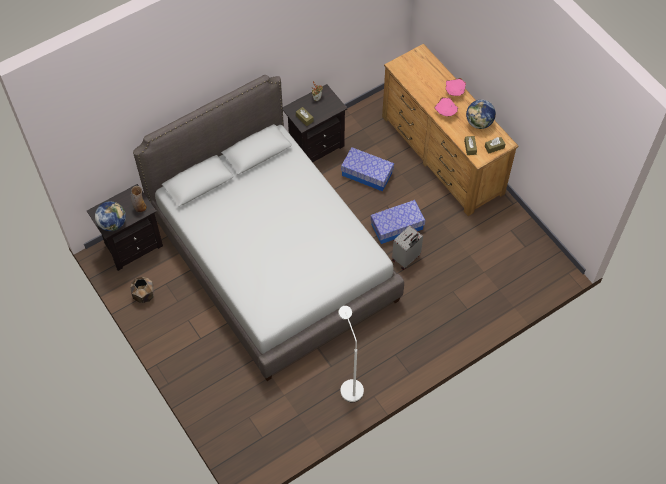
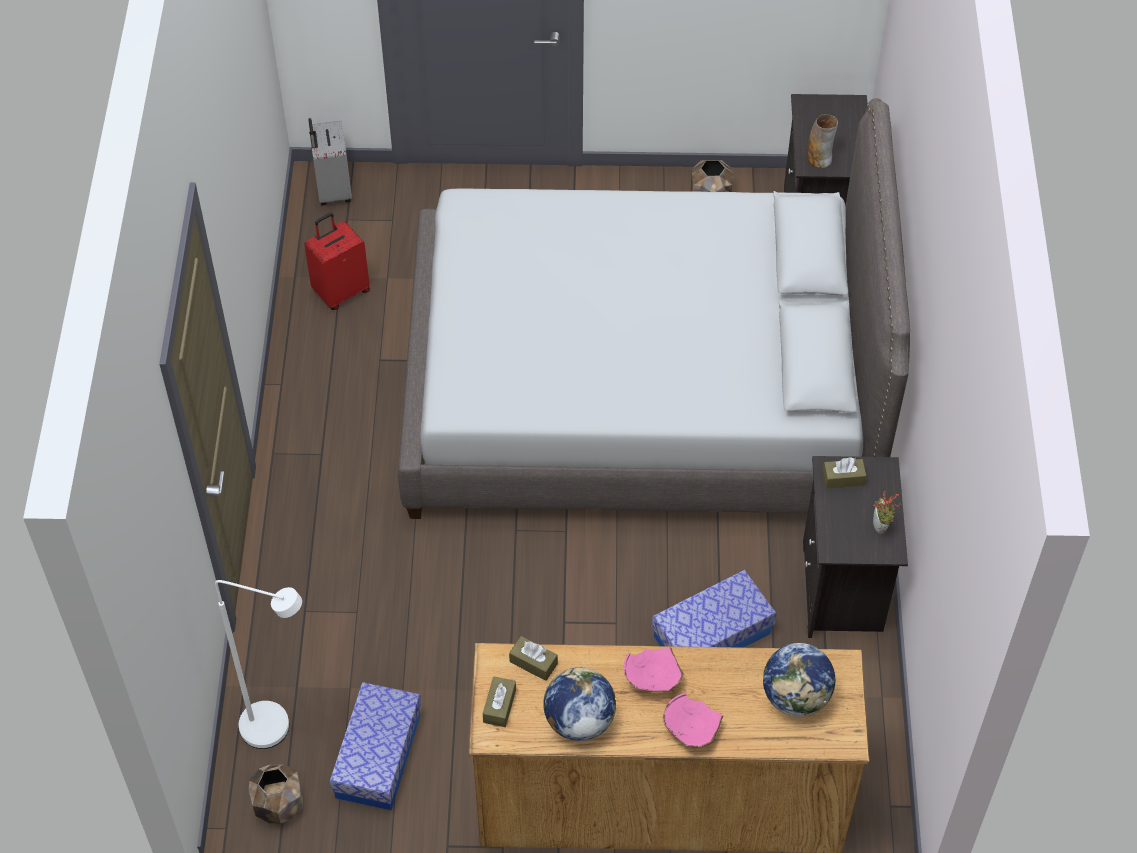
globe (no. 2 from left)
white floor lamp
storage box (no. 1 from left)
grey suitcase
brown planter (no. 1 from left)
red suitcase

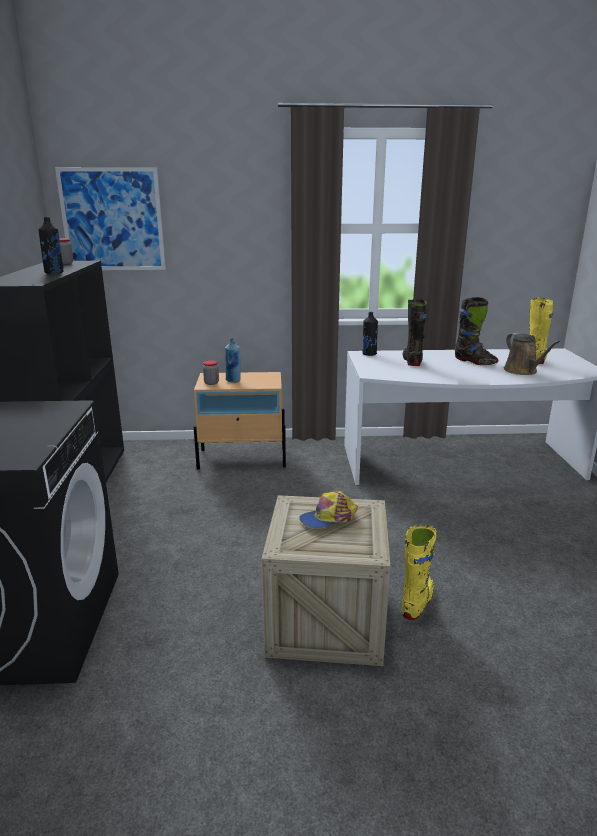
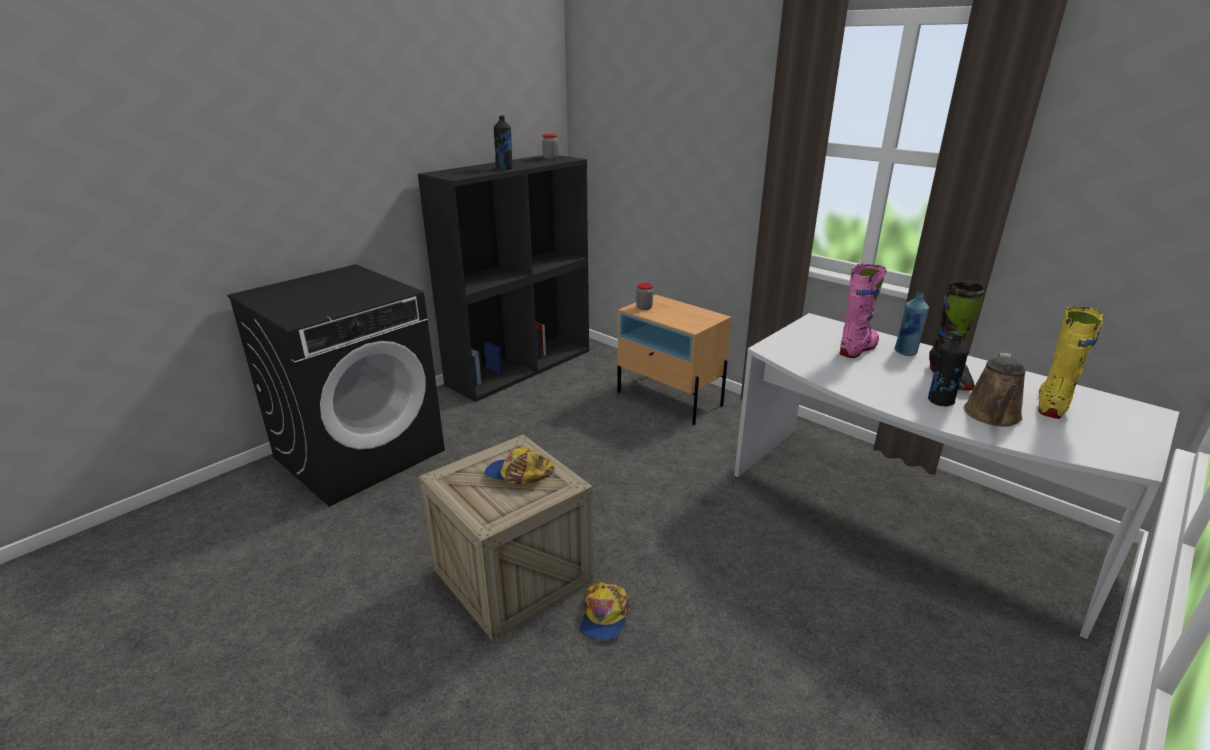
picture
blue bottle
black bottle (no. 2 from left)
cap (no. 2 from left)
pink boot

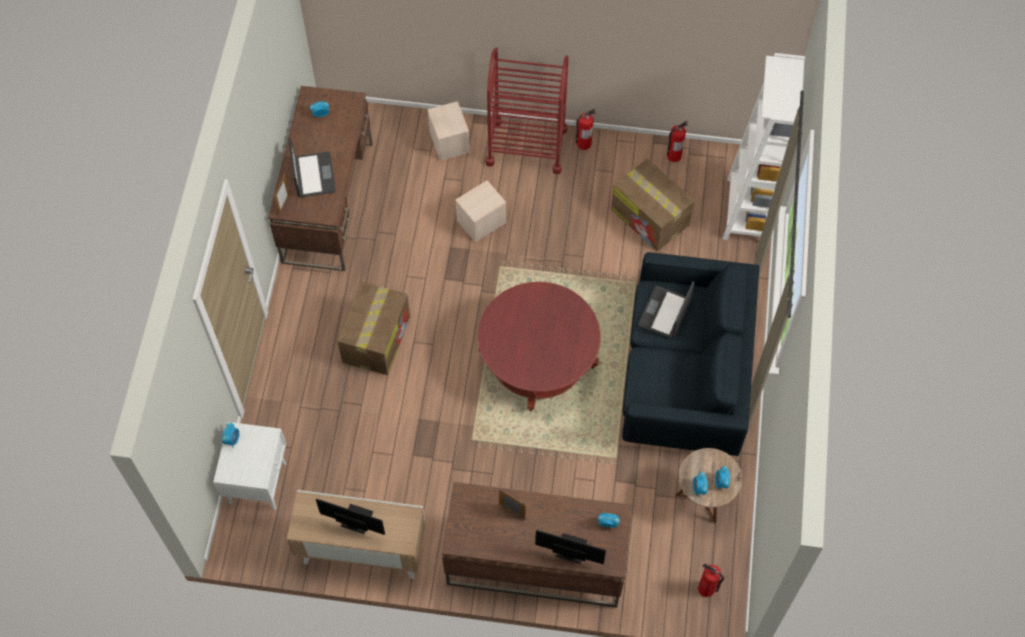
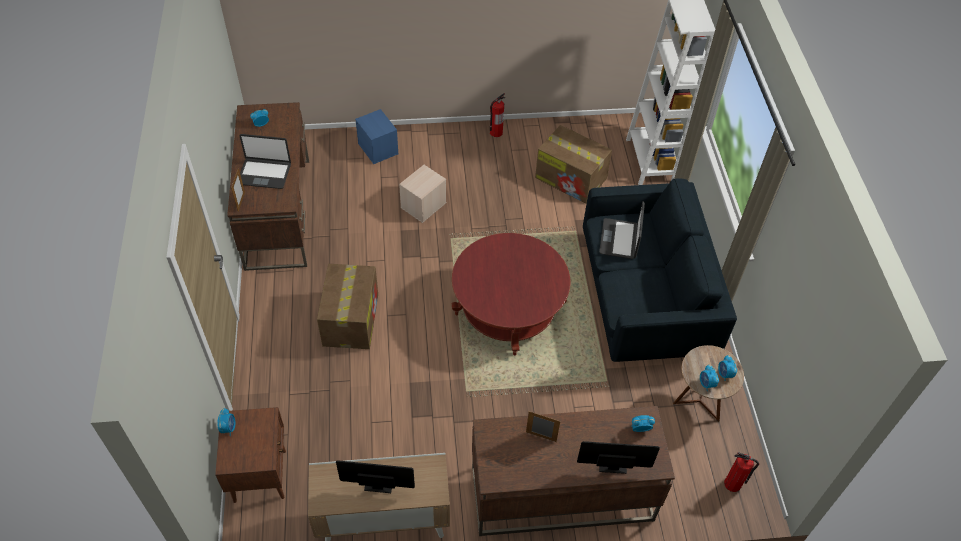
brown nightstand
laptop (no. 1 from left)
blue storage box
red cart
fire extinguisher (no. 2 from left in the first image)

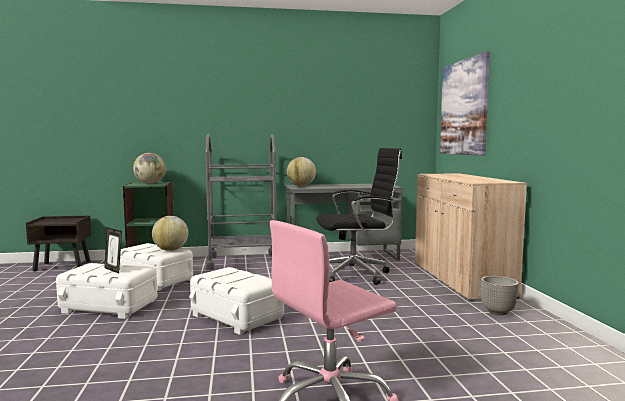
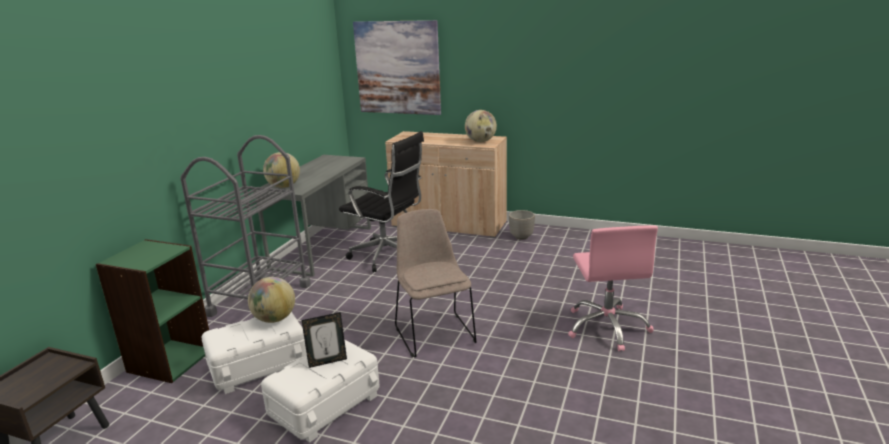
globe (no. 3 from left)
beige chair
black office chair

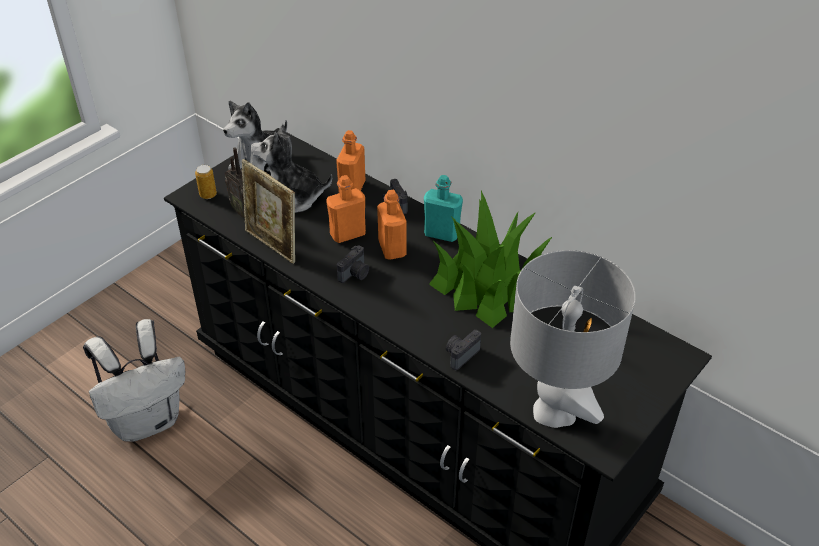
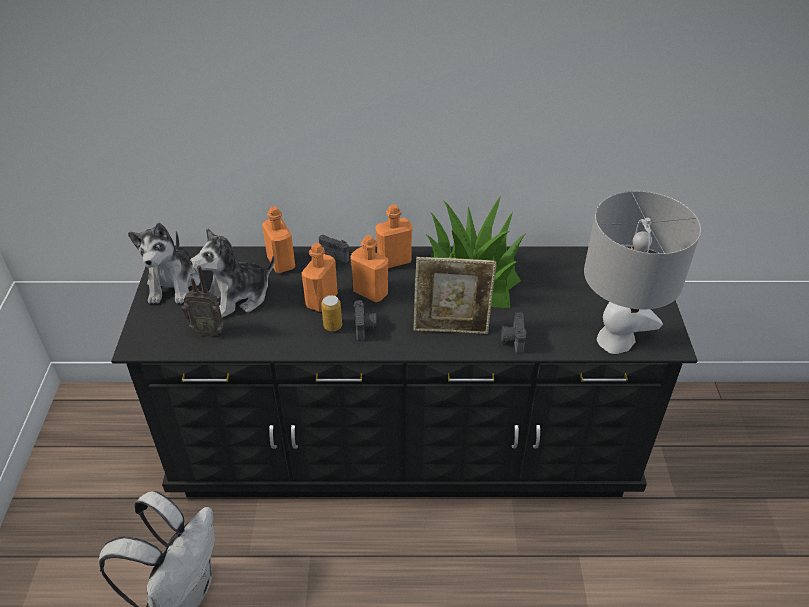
can
picture frame
orange bottle (no. 4 from left)

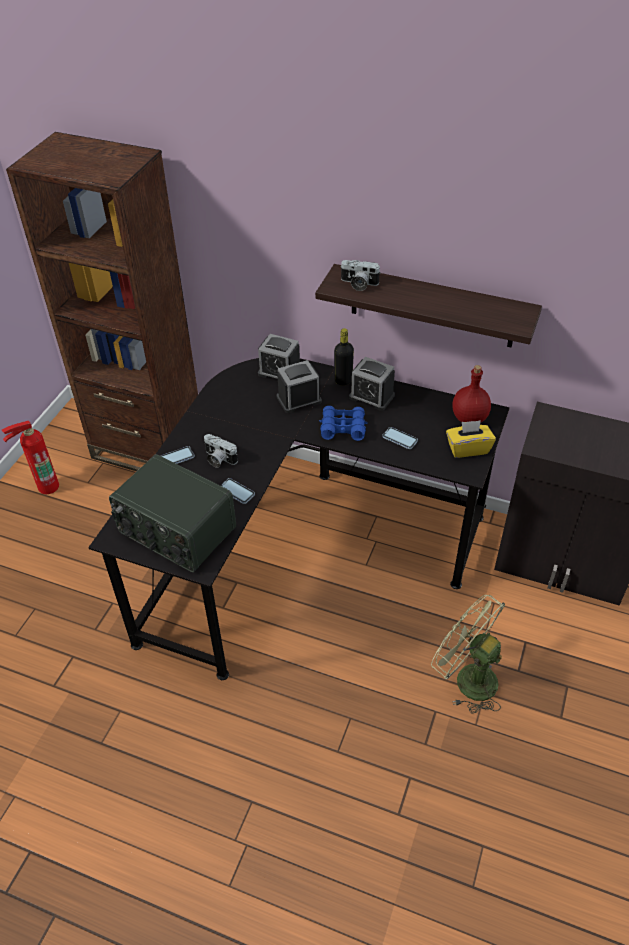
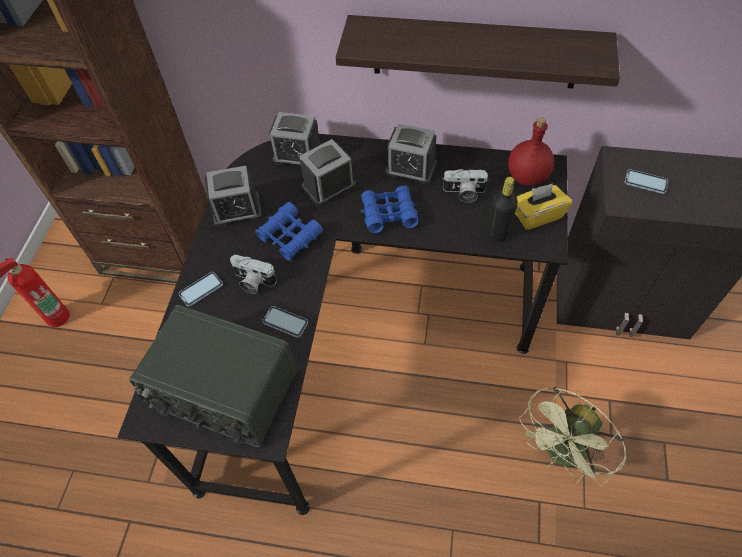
black bottle
photo camera (no. 2 from left)
phone (no. 3 from left)
green fan
alarm clock (no. 1 from left)
blue binoculars (no. 1 from left)

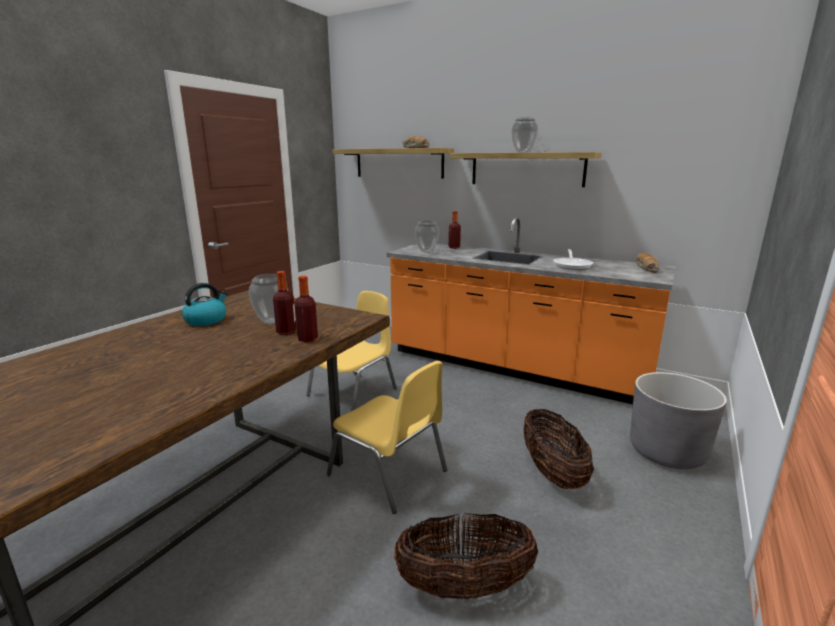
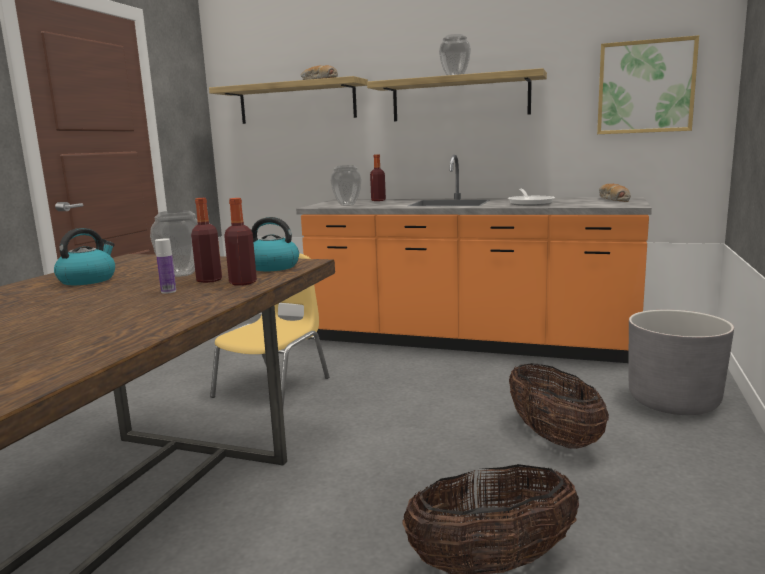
yellow chair (no. 2 from left in the first image)
bottle (no. 1 from left)
kettle (no. 2 from left)
picture

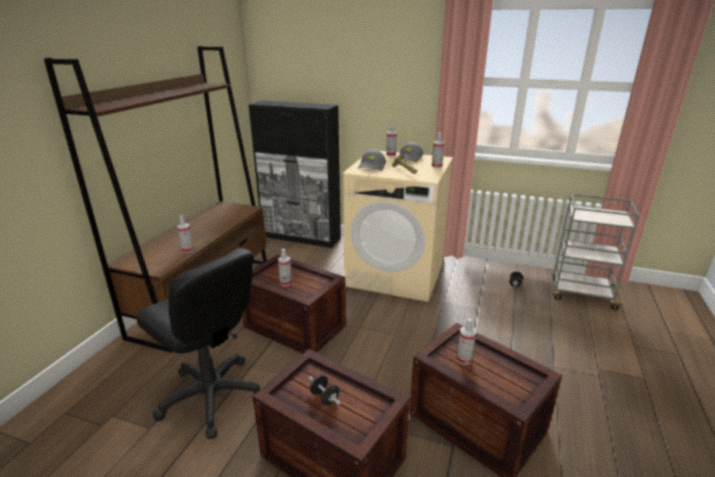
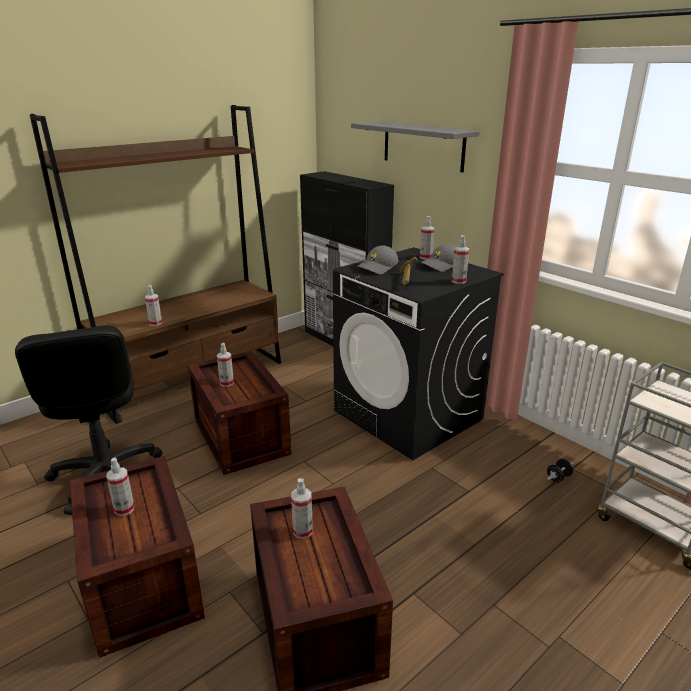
spray bottle (no. 1 from left)
black washing machine
grey shelf

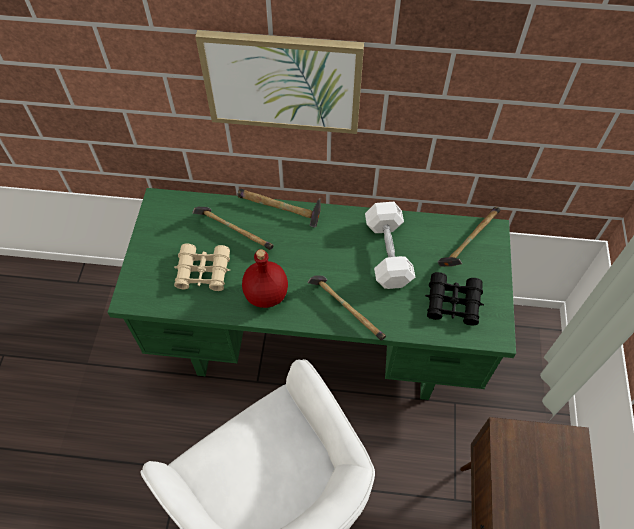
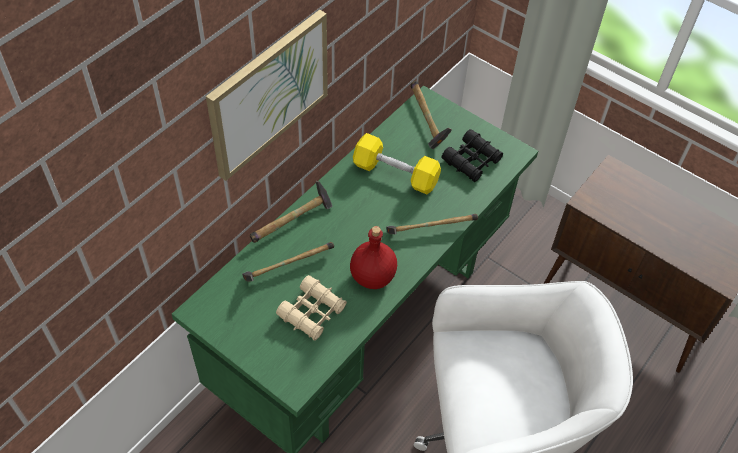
yellow dumbbell

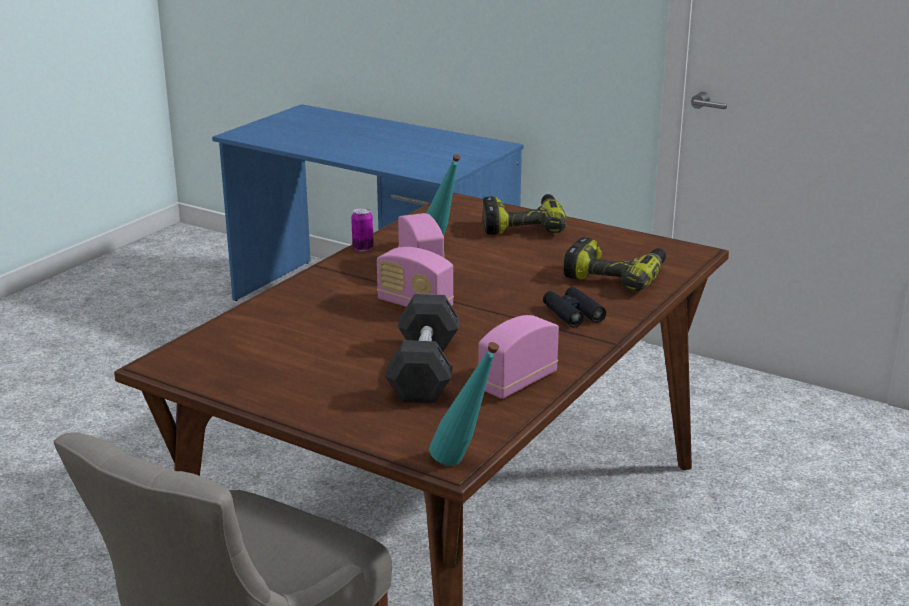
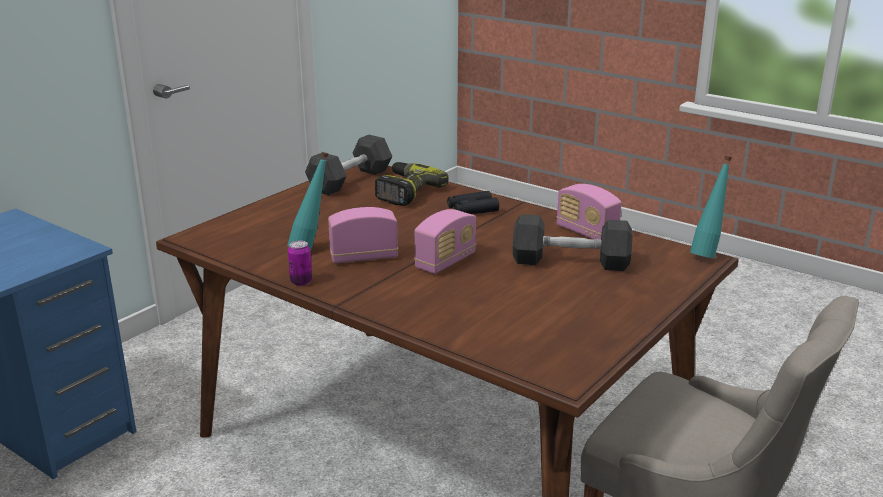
power drill (no. 1 from left in the first image)
grey dumbbell (no. 1 from left)

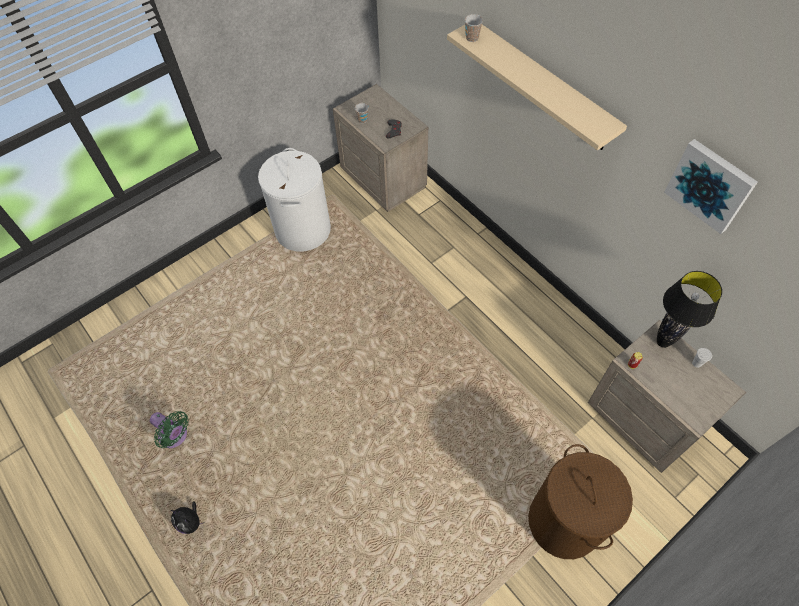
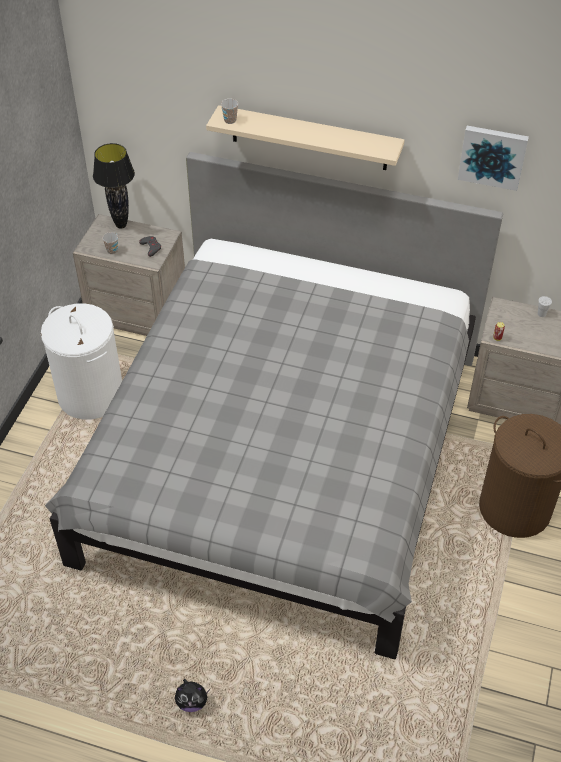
green fan
black table lamp
grey bed

